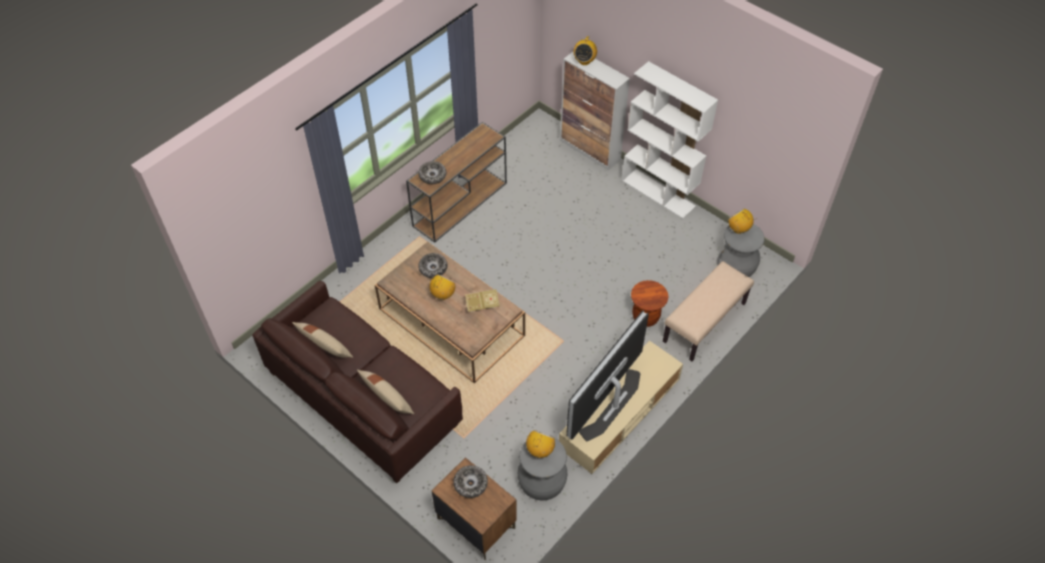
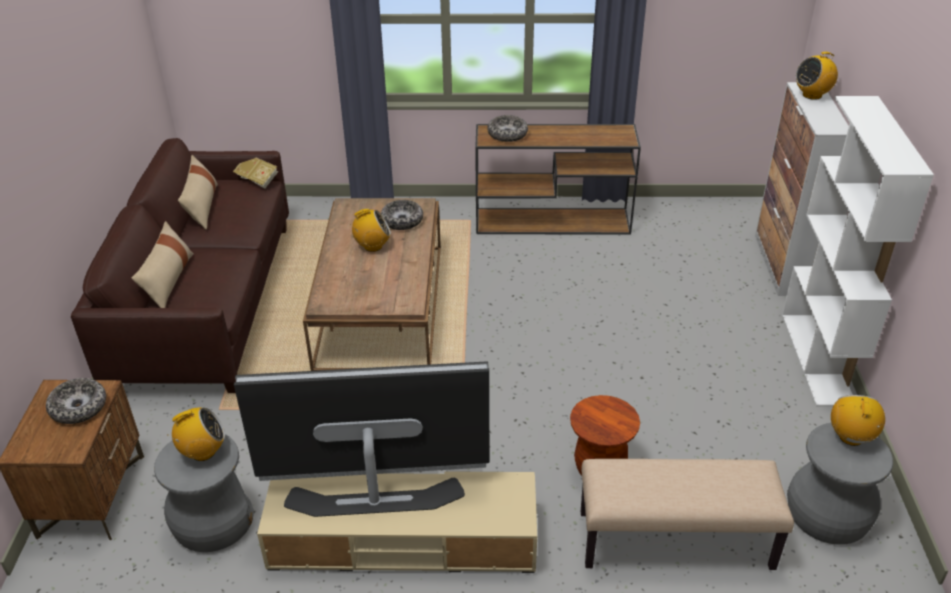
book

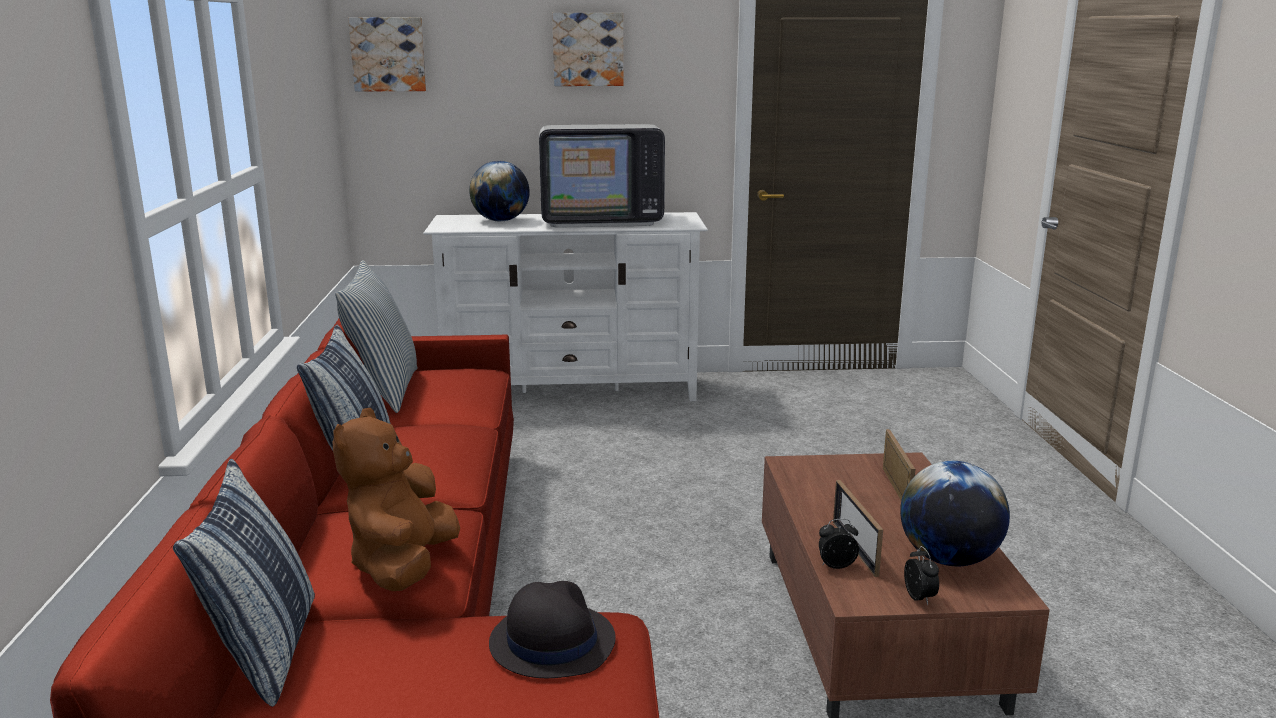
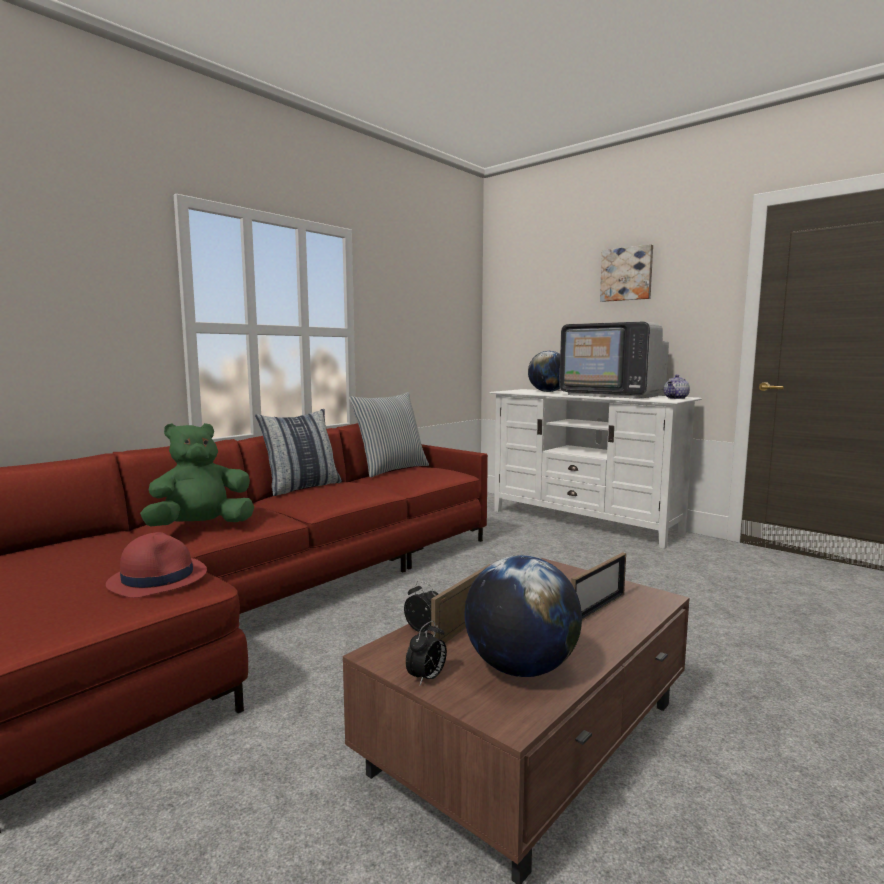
pillow (no. 1 from left in the first image)
green plush toy
picture (no. 1 from left in the first image)
red hat
teapot

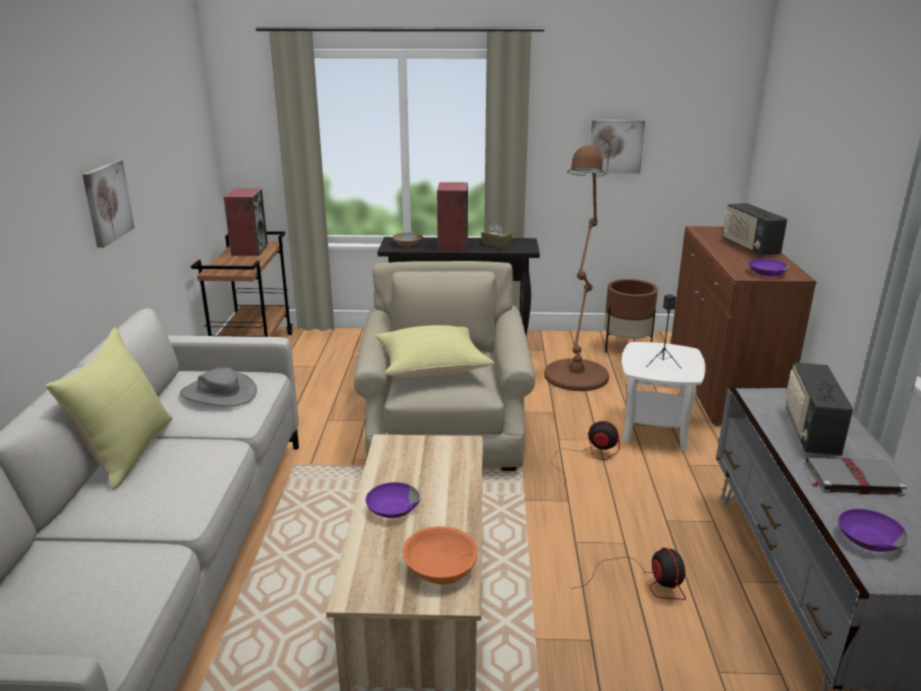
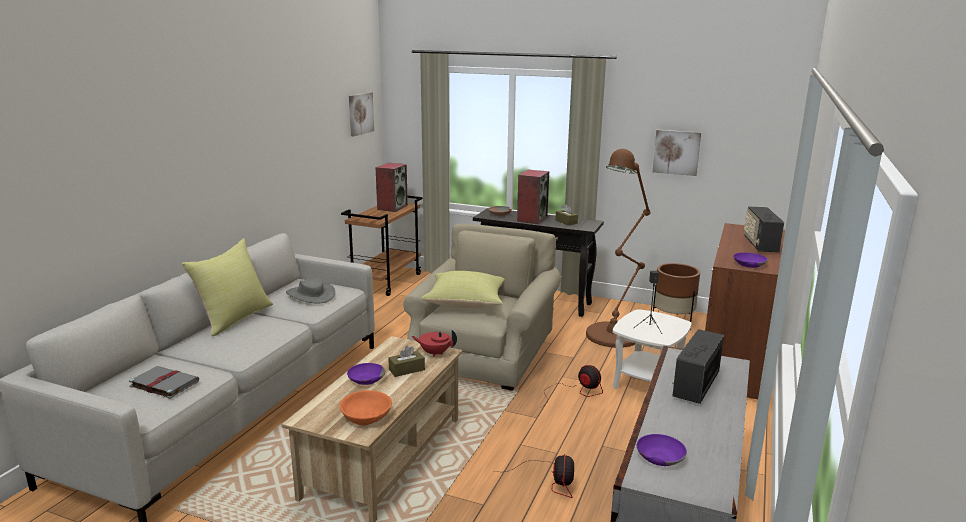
picture (no. 1 from left)
grey book
brown tissue box (no. 1 from left)
red teapot

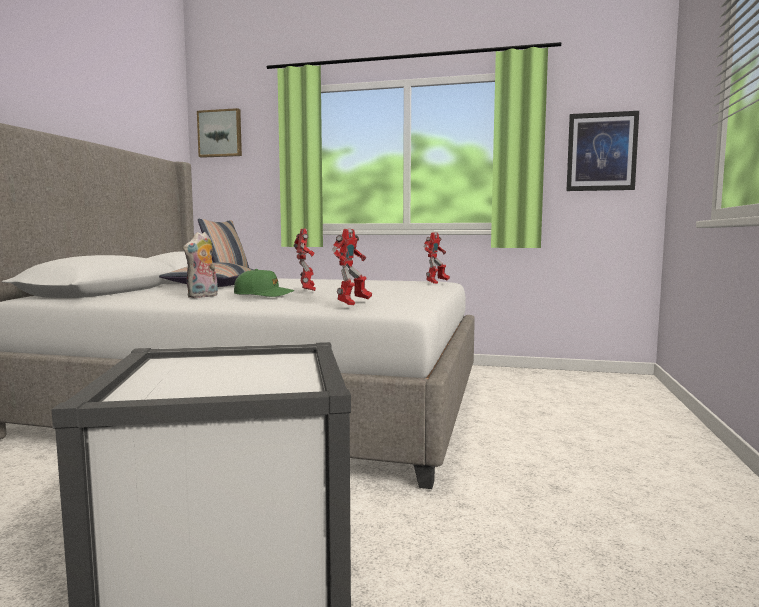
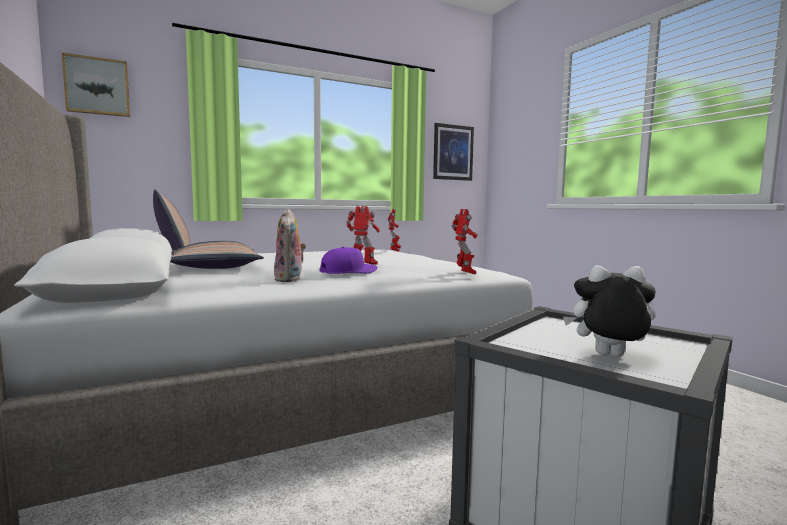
purple cap
plush toy (no. 2 from left)

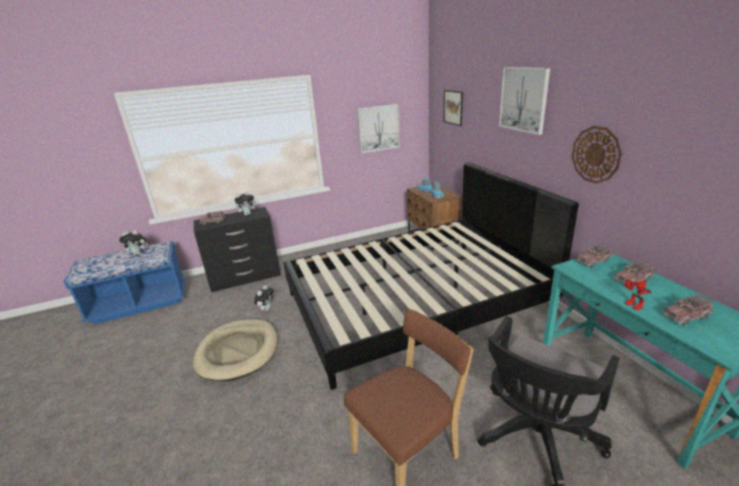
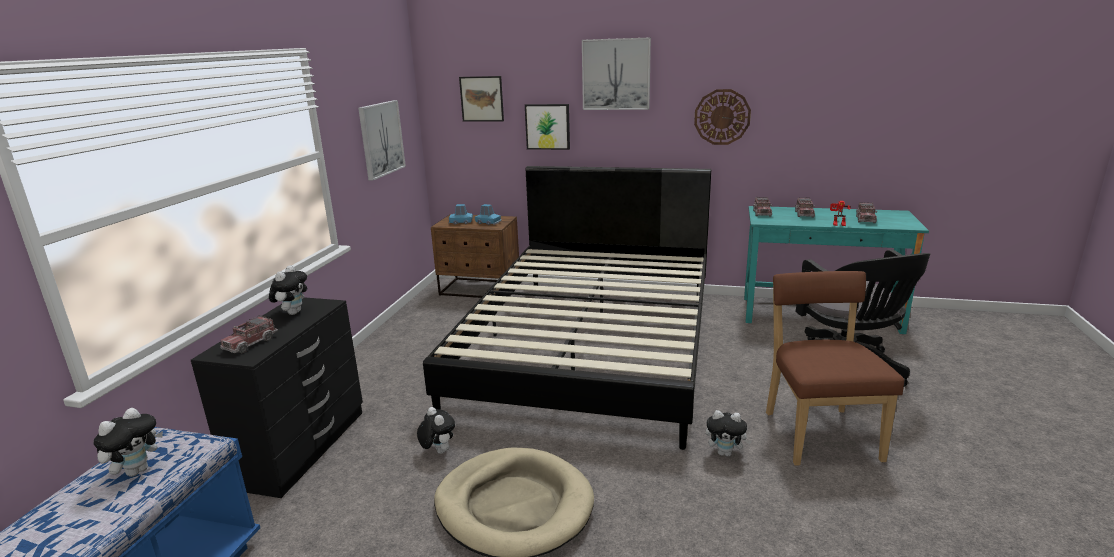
picture (no. 3 from left)
plush toy (no. 4 from left)

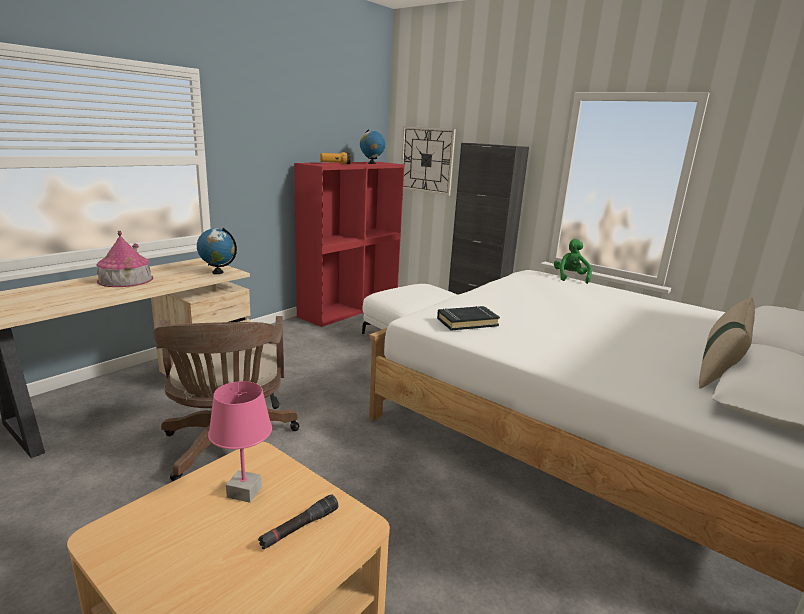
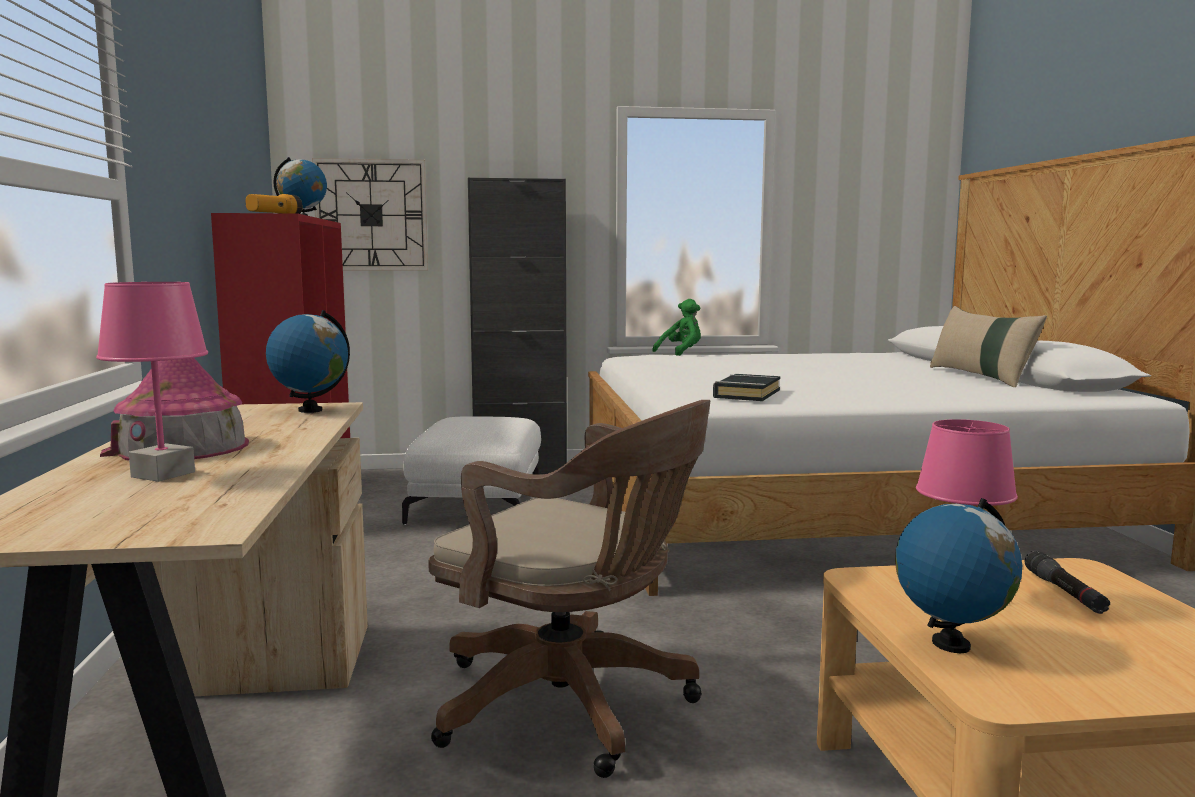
green plush toy
pink table lamp (no. 1 from left)
globe (no. 3 from left)

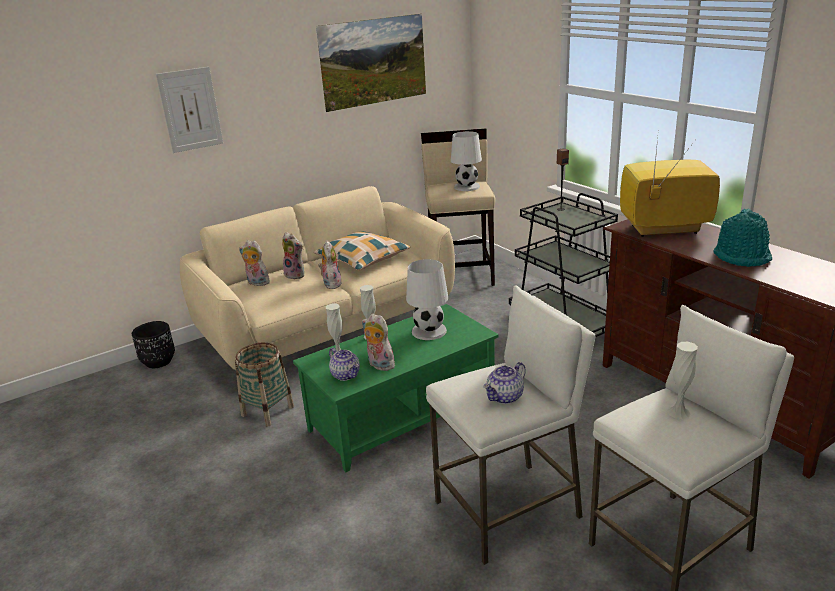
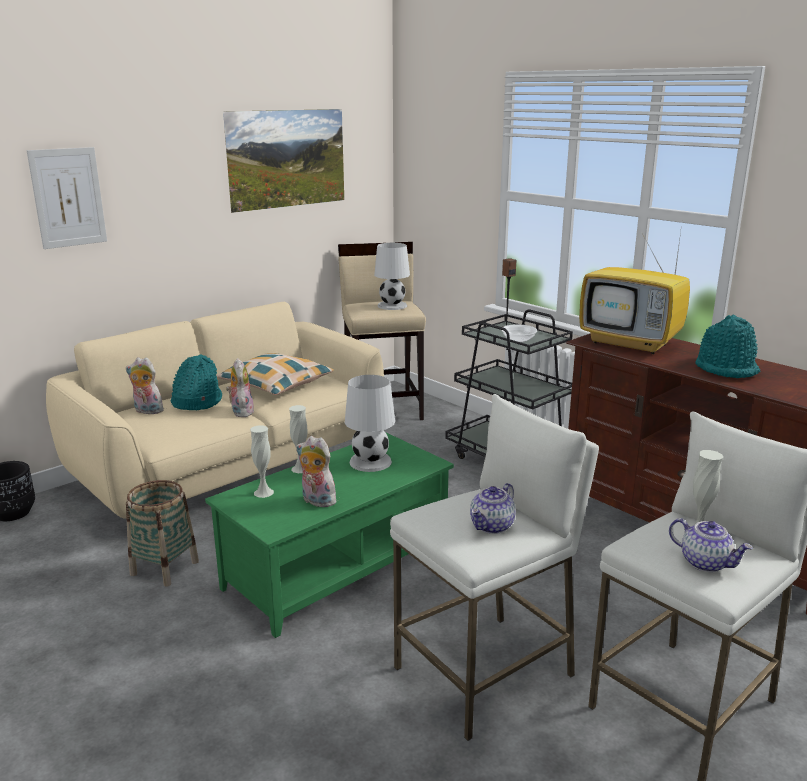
turquoise hat (no. 1 from left)
teapot (no. 2 from left)
television
bowl

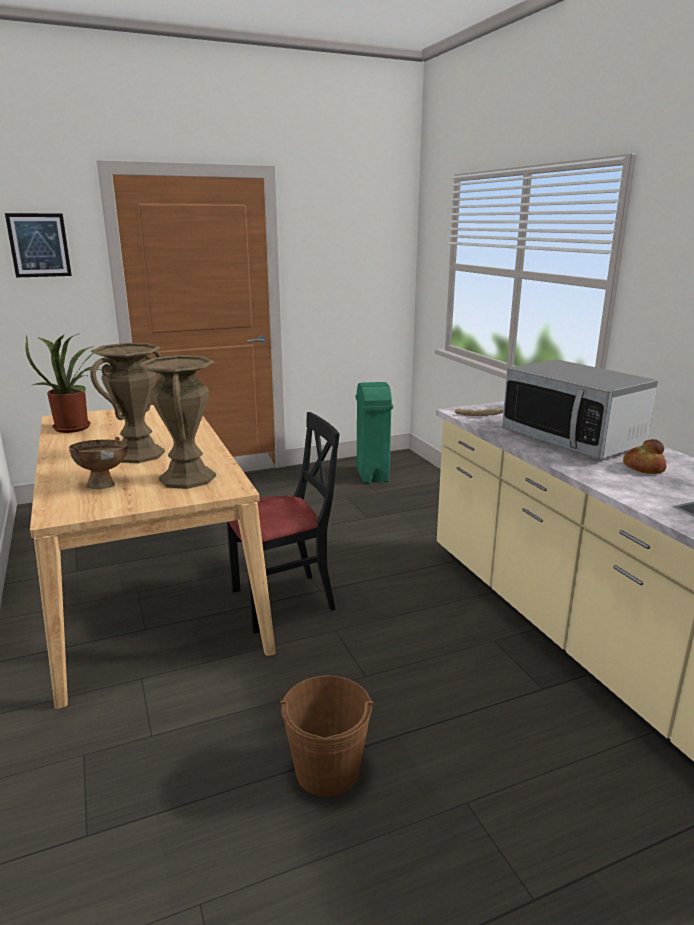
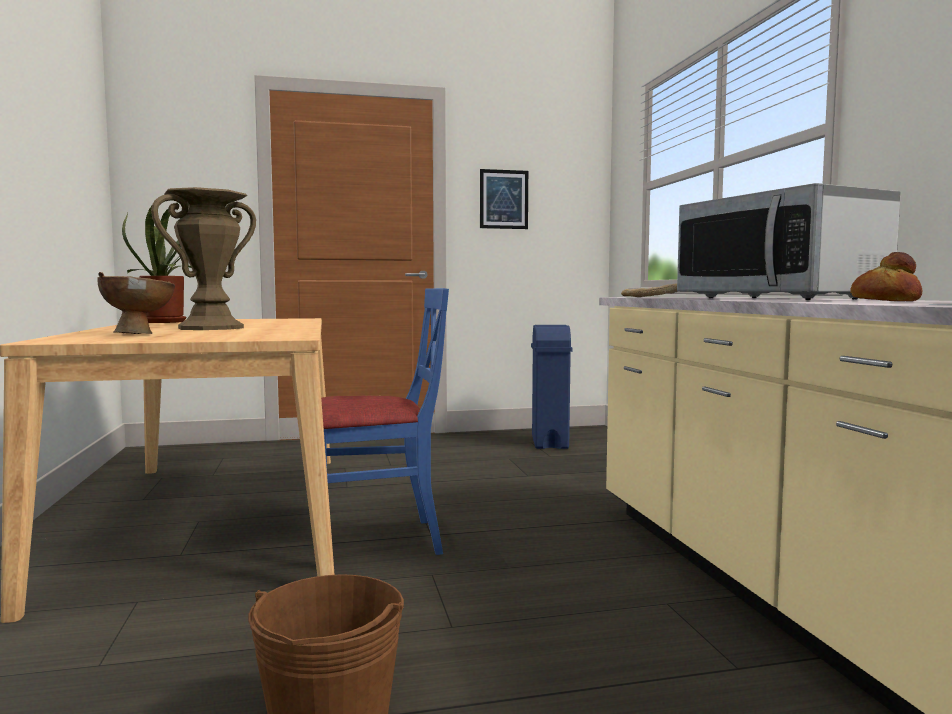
picture
brown vase (no. 2 from left in the first image)
blue chair
blue trash can

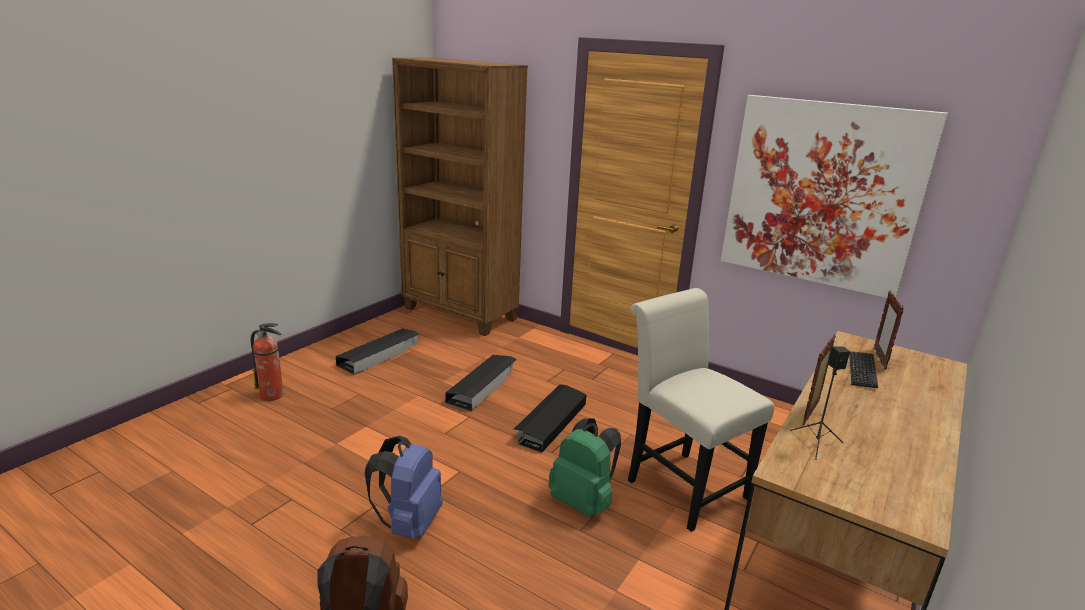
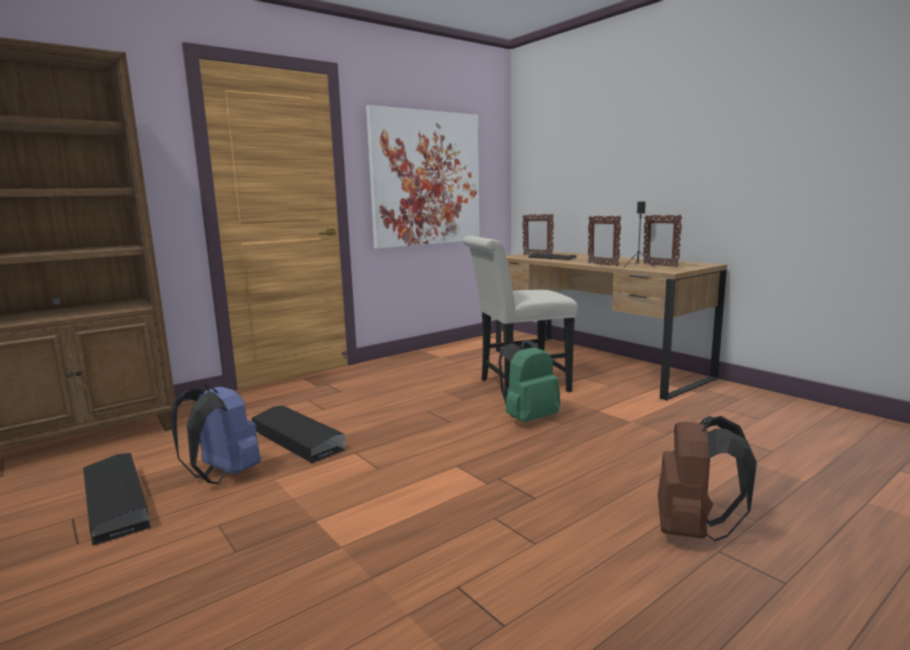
fire extinguisher
blue backpack
black storage box (no. 3 from left in the first image)
picture frame (no. 3 from left)

